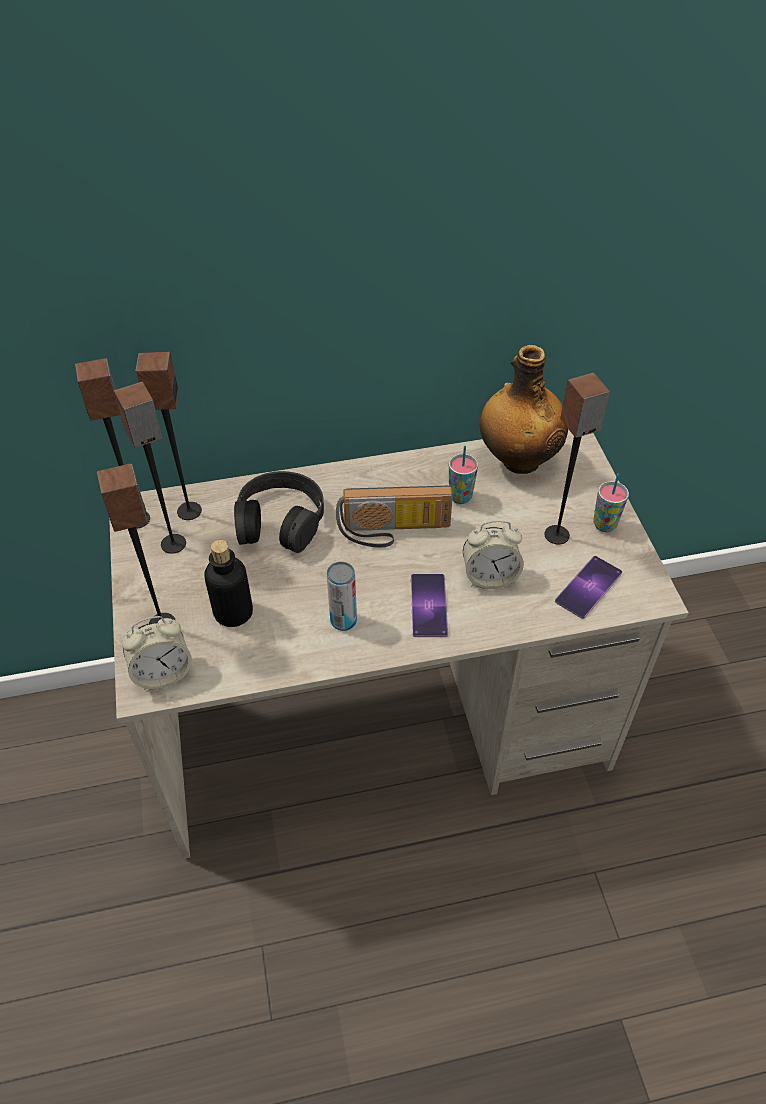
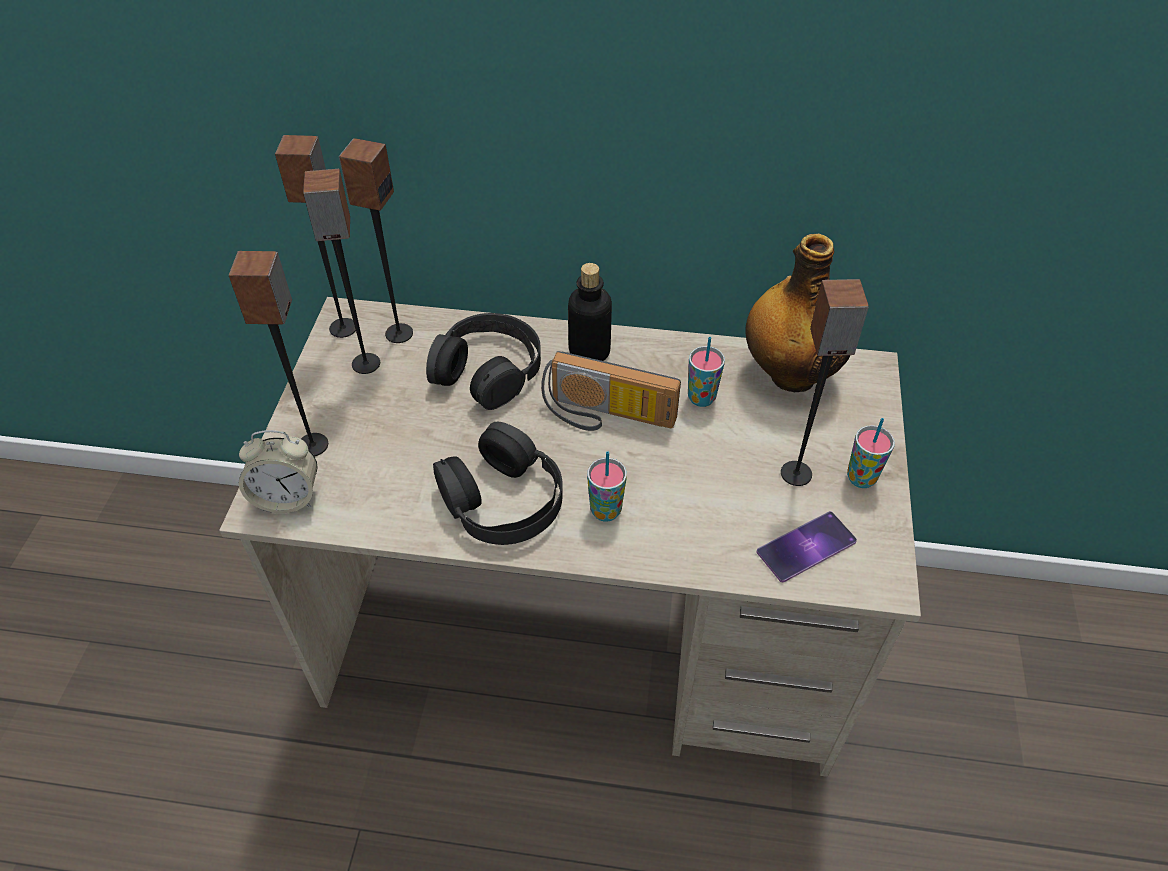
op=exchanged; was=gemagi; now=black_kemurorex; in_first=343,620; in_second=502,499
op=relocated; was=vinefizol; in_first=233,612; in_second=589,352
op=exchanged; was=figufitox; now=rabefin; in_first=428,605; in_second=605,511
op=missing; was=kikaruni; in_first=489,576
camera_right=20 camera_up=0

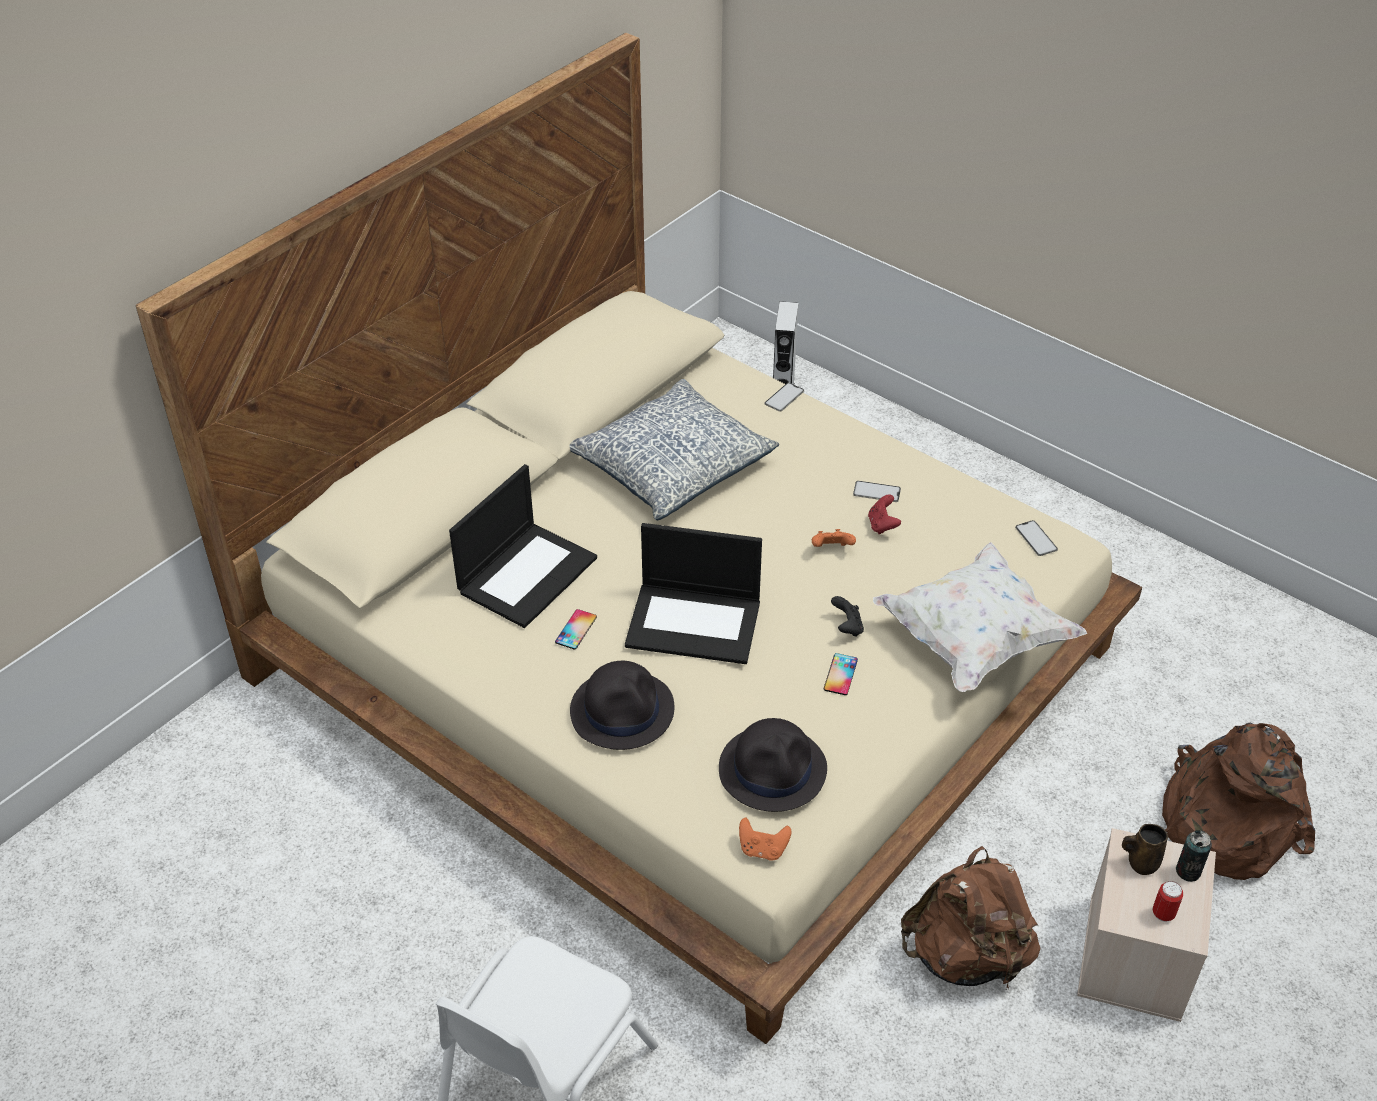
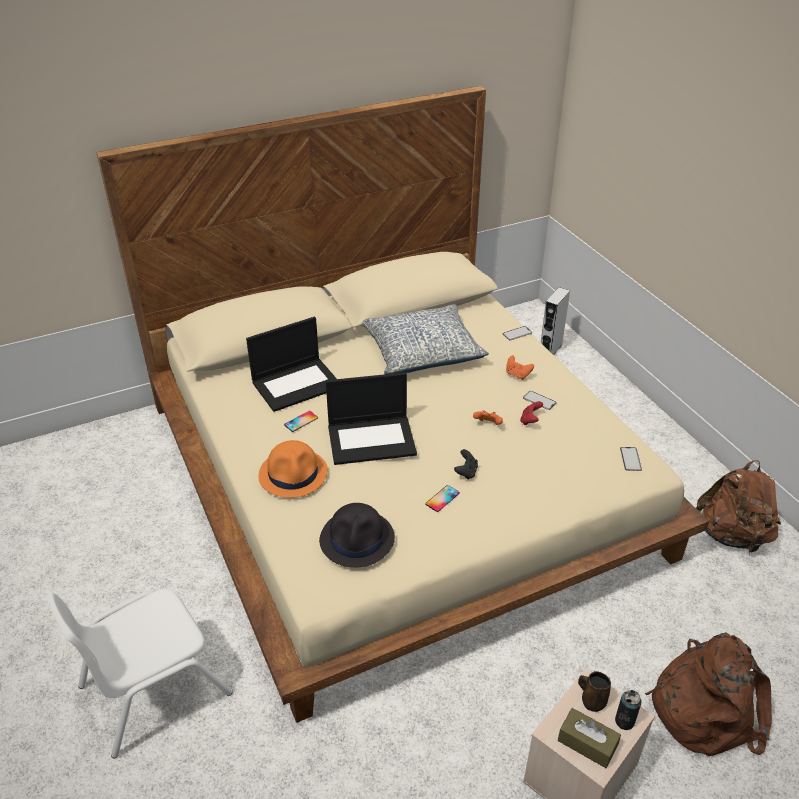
op=colour; was=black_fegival; now=orange_fegival; in_first=623,710; in_second=294,474
op=spun; was=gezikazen; in_first=695,622; in_second=372,439; clockwise=-45
op=relocated; was=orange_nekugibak; in_first=762,849; in_second=517,375
op=exchanged; was=gemagi; now=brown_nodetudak; in_first=1163,914; in_second=587,743
op=relocated; was=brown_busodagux; in_first=966,956; in_second=731,535
op=missing; was=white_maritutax; in_first=973,640
camera_right=25 camera_up=-5

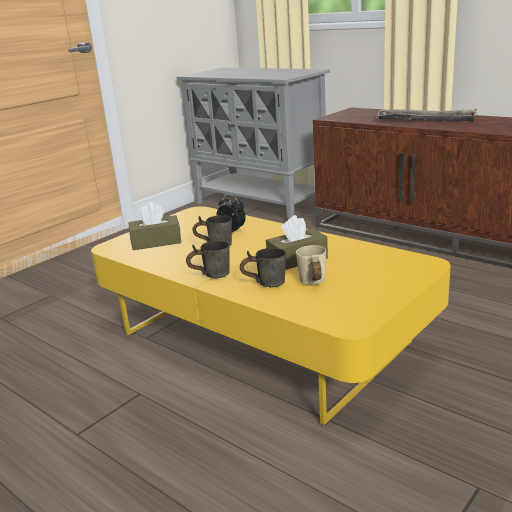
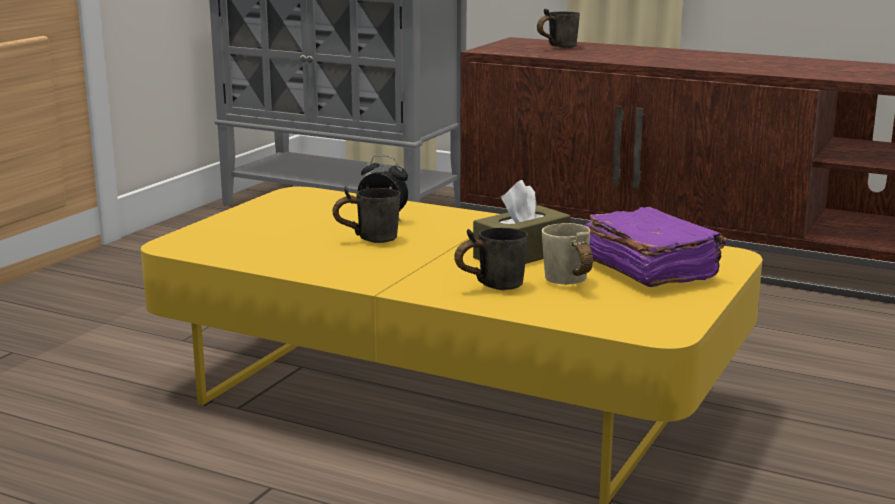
op=relocated; was=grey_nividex; in_first=210,275; in_second=555,47
op=appeared; now=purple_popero; in_second=648,270
op=missing; was=brown_nodetudak; in_first=156,242
op=missing; was=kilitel; in_first=426,120
camera_right=-15 camera_up=-5

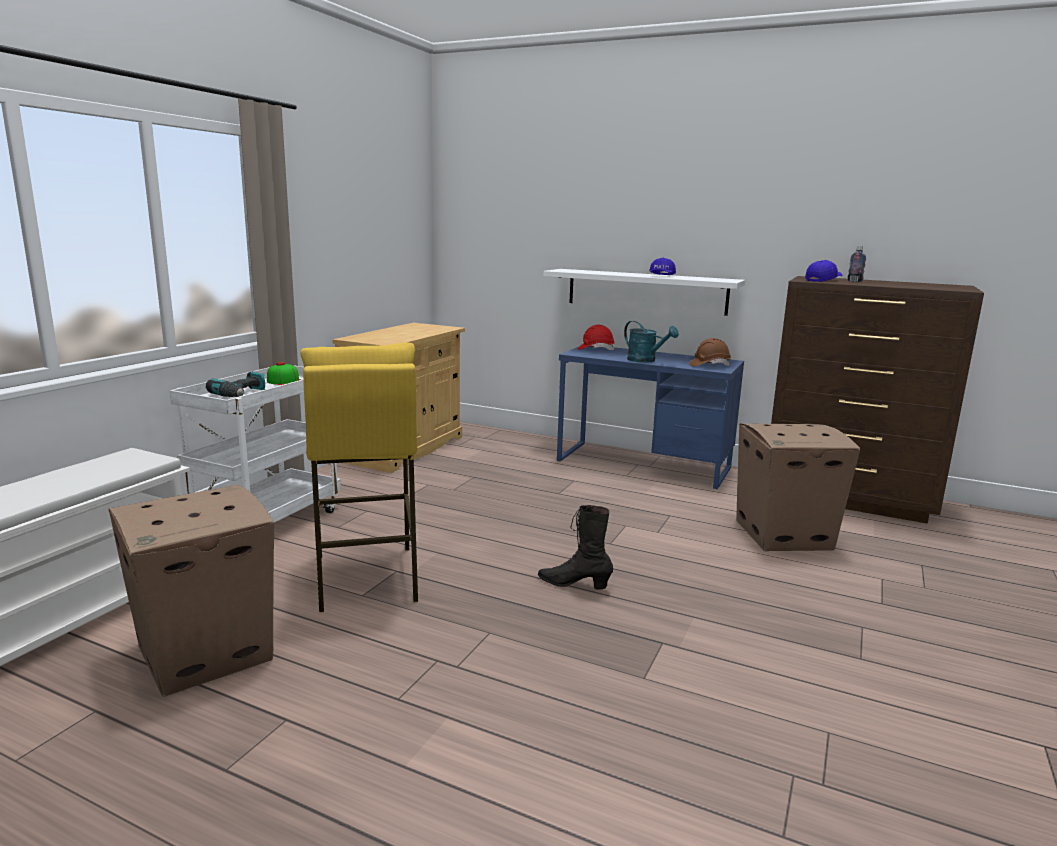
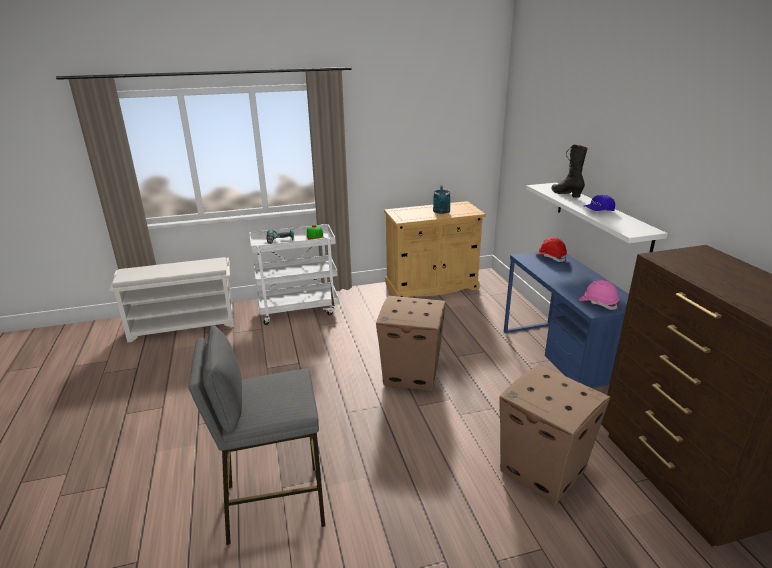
op=appeared; now=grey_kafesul; in_second=274,503
op=relocated; was=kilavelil; in_first=207,652; in_second=412,373
op=relocated; was=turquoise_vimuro; in_first=646,360; in_second=441,212
op=relocated; was=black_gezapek; in_first=574,584; in_second=566,194
op=colour; was=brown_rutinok; now=pink_rutinok; in_first=709,365; in_second=598,303
op=missing; was=yellow_kafesul; in_first=365,578
op=missing; was=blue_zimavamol; in_first=823,281
op=missing; was=vinefizol; in_first=854,281
camera_right=50 camera_up=10

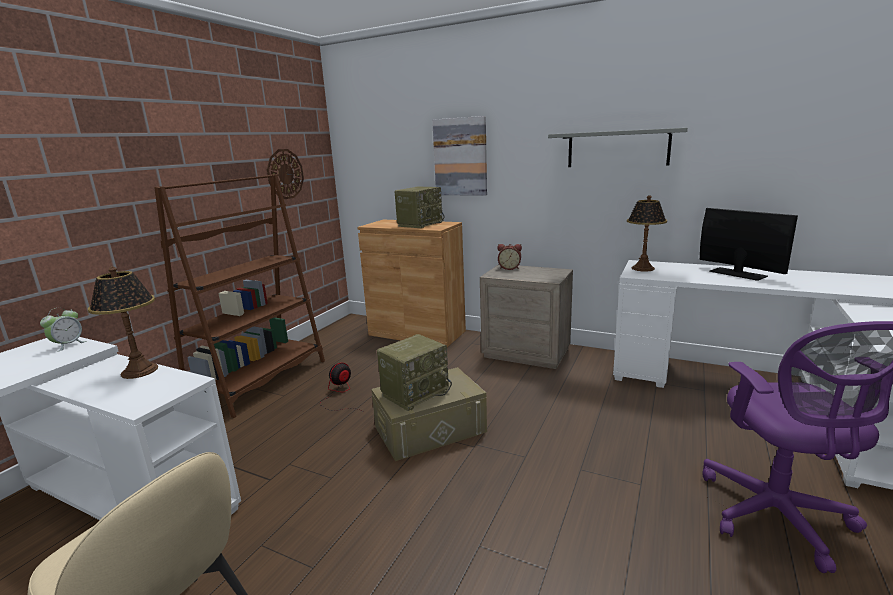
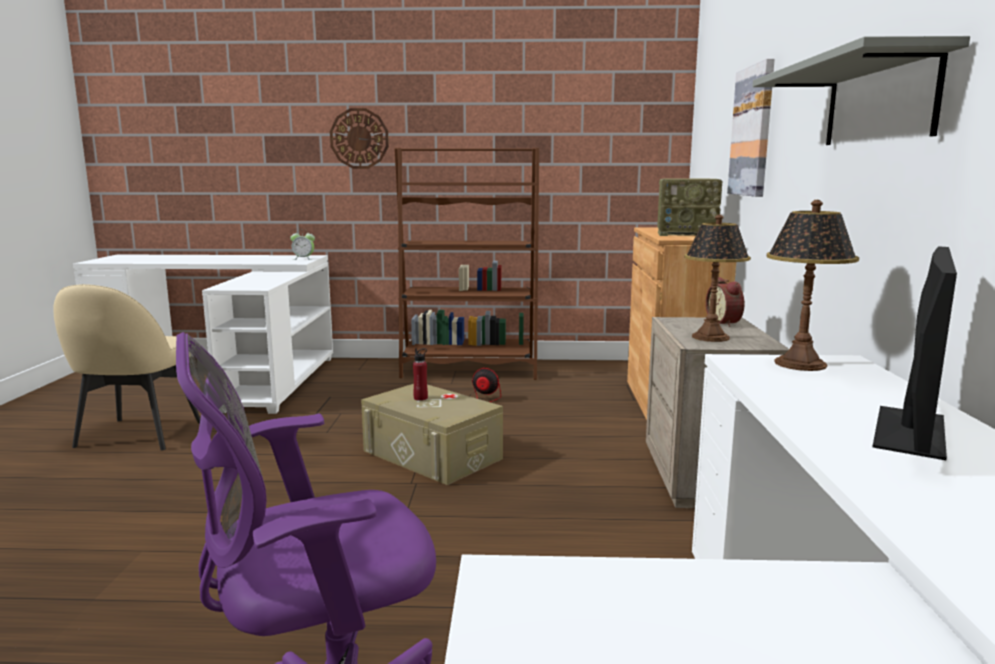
op=relocated; was=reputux; in_first=285,174; in_second=359,138
op=exchanged; was=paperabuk; now=red_vinefizol; in_first=415,392; in_second=420,398
op=relocated; was=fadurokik; in_first=140,371; in_second=711,337
camera_right=65 camera_up=-5

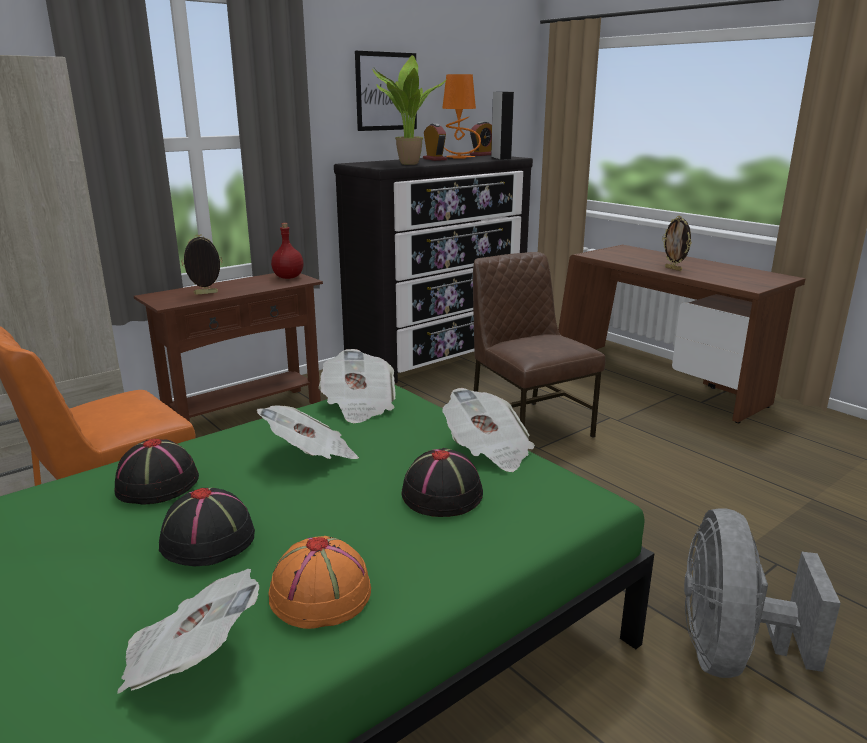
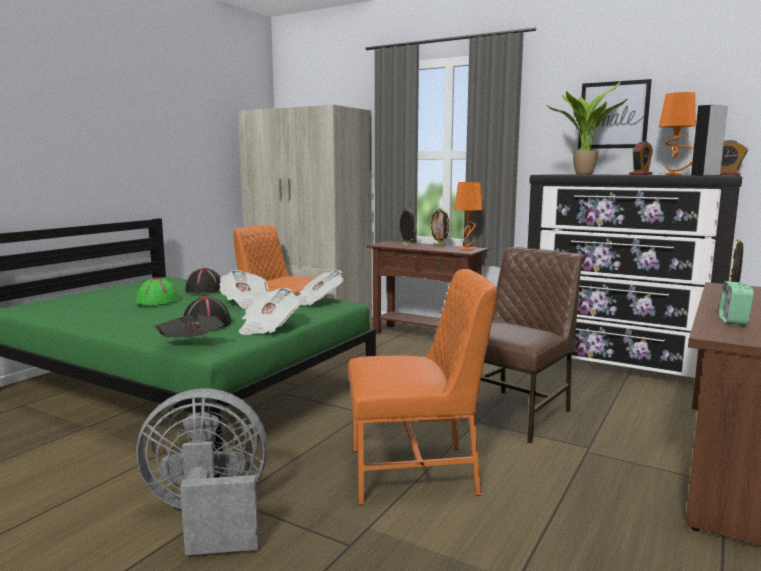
op=colour; was=black_fegival; now=green_fegival; in_first=209,540; in_second=157,301
op=relocated; was=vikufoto; in_first=190,659; in_second=191,345
op=appeared; now=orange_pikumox; in_second=415,472
op=appeared; now=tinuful; in_second=439,246
op=exchanged; was=red_vinefizol; now=orange_fadurokik; in_first=289,277; in_second=467,249
op=appeared; now=kikaruni; in_second=733,321
op=missing; was=orange_fegival; in_first=321,595
camera_right=70 camera_up=-10

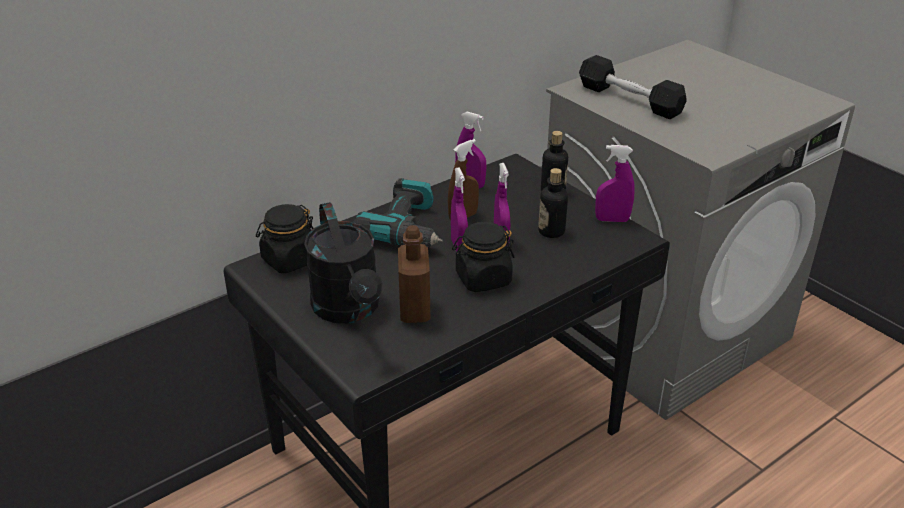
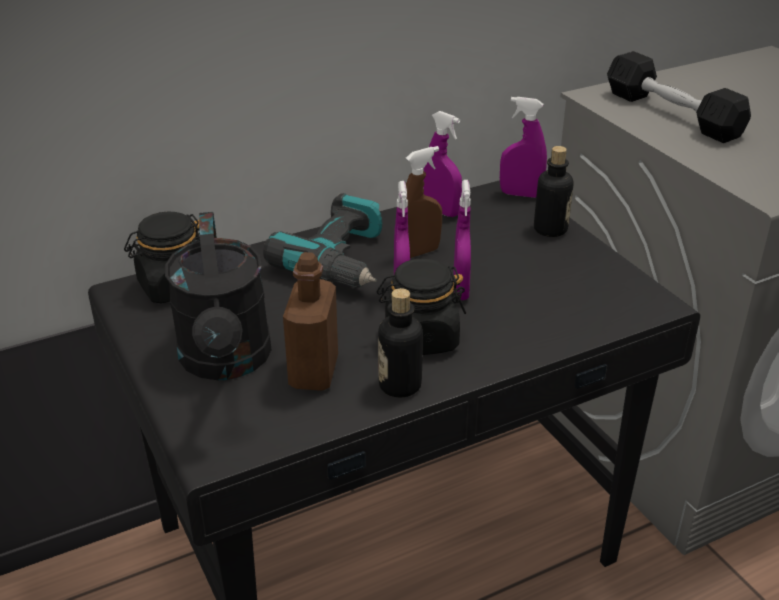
op=relocated; was=vinefizol; in_first=551,231; in_second=400,385
op=relocated; was=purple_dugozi; in_first=612,220; in_second=520,194
camera_right=10 camera_up=0

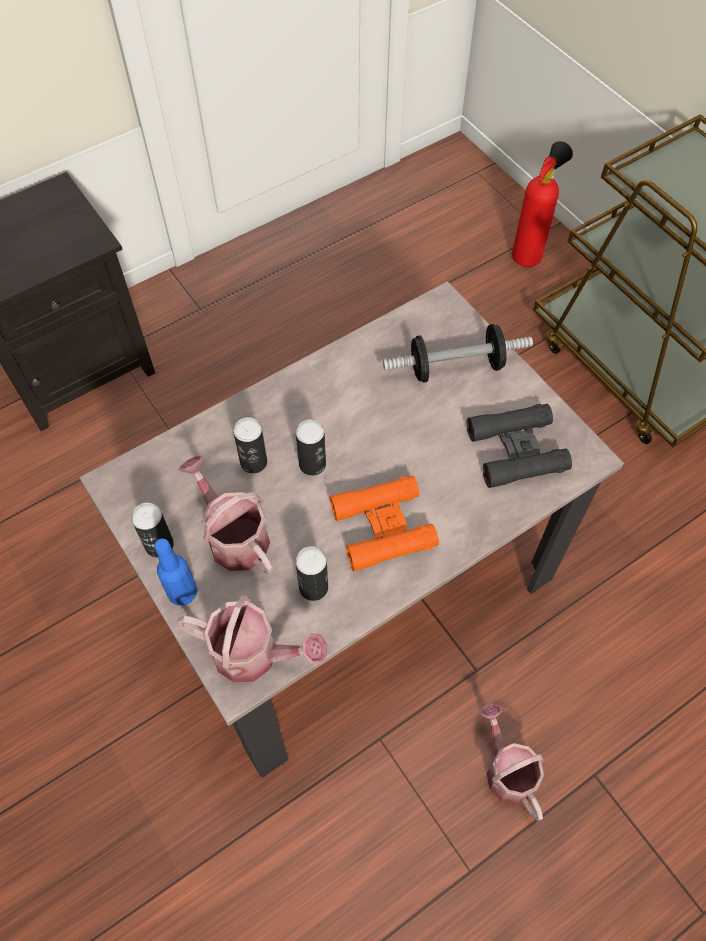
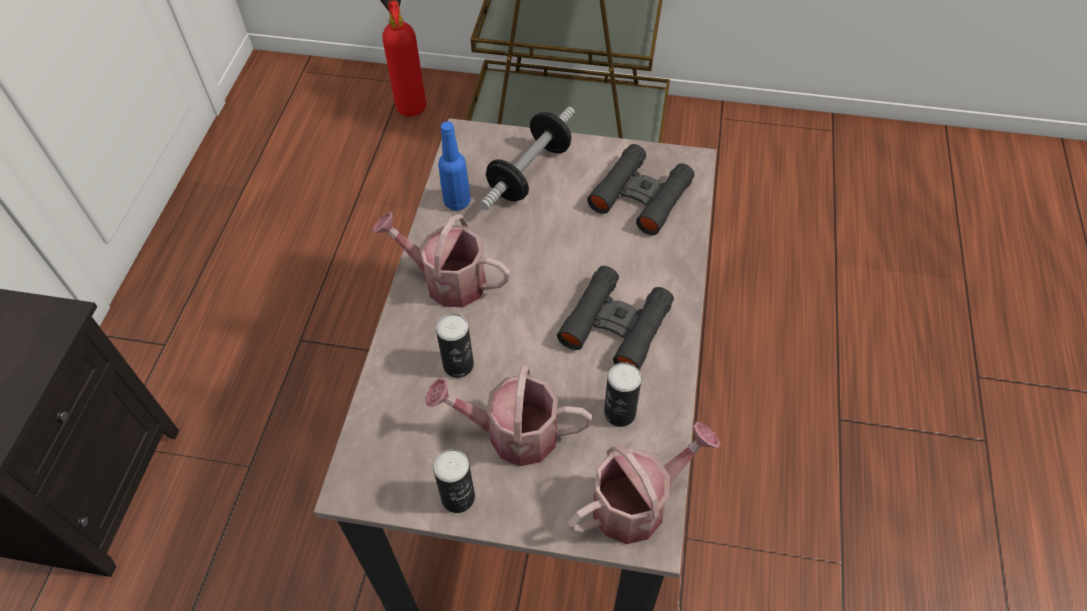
op=relocated; was=vimuro; in_first=507,770; in_second=447,280
op=relocated; was=blue_vinefizol; in_first=182,593; in_second=457,202
op=colour; was=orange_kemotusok; now=black_kemotusok; in_first=383,527; in_second=616,325
op=missing; was=gemagi; in_first=312,464
camera_right=-45 camera_up=-5

